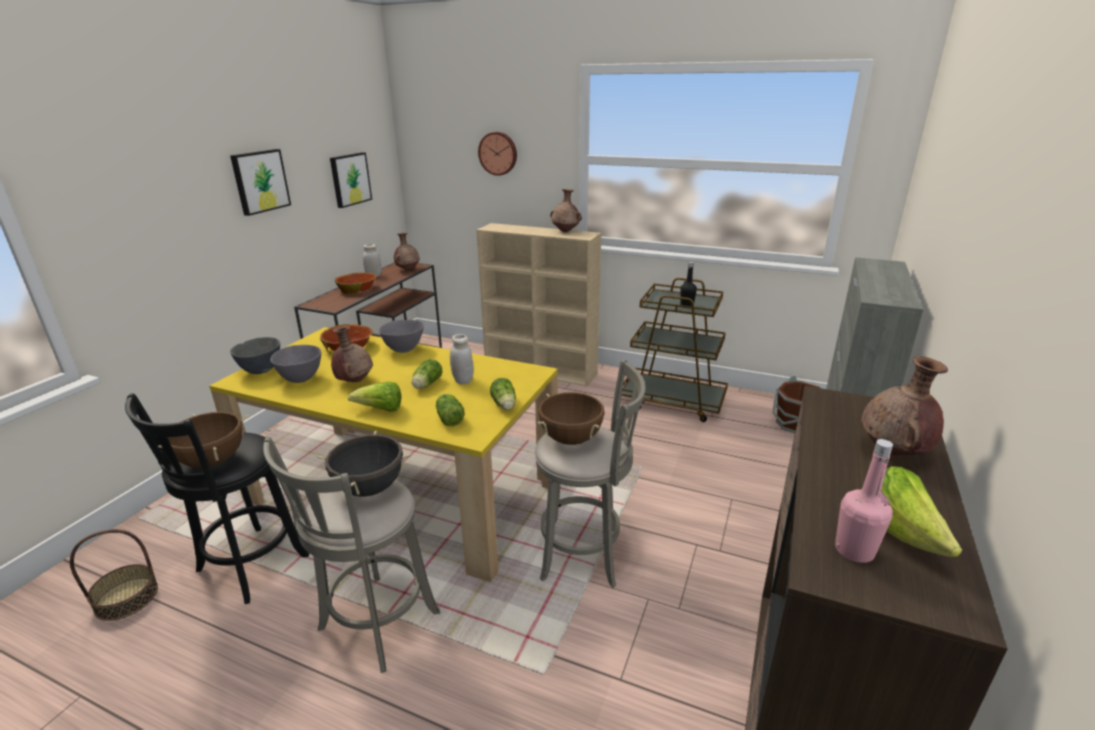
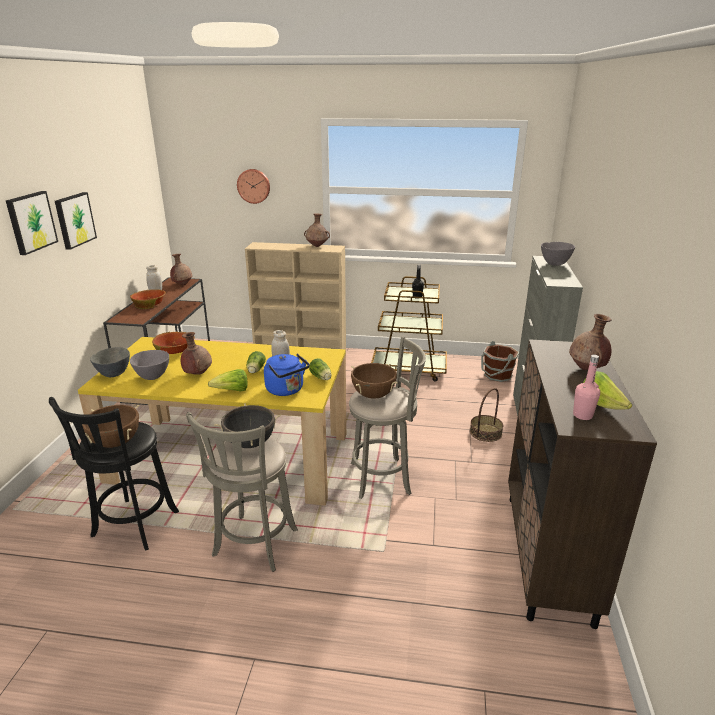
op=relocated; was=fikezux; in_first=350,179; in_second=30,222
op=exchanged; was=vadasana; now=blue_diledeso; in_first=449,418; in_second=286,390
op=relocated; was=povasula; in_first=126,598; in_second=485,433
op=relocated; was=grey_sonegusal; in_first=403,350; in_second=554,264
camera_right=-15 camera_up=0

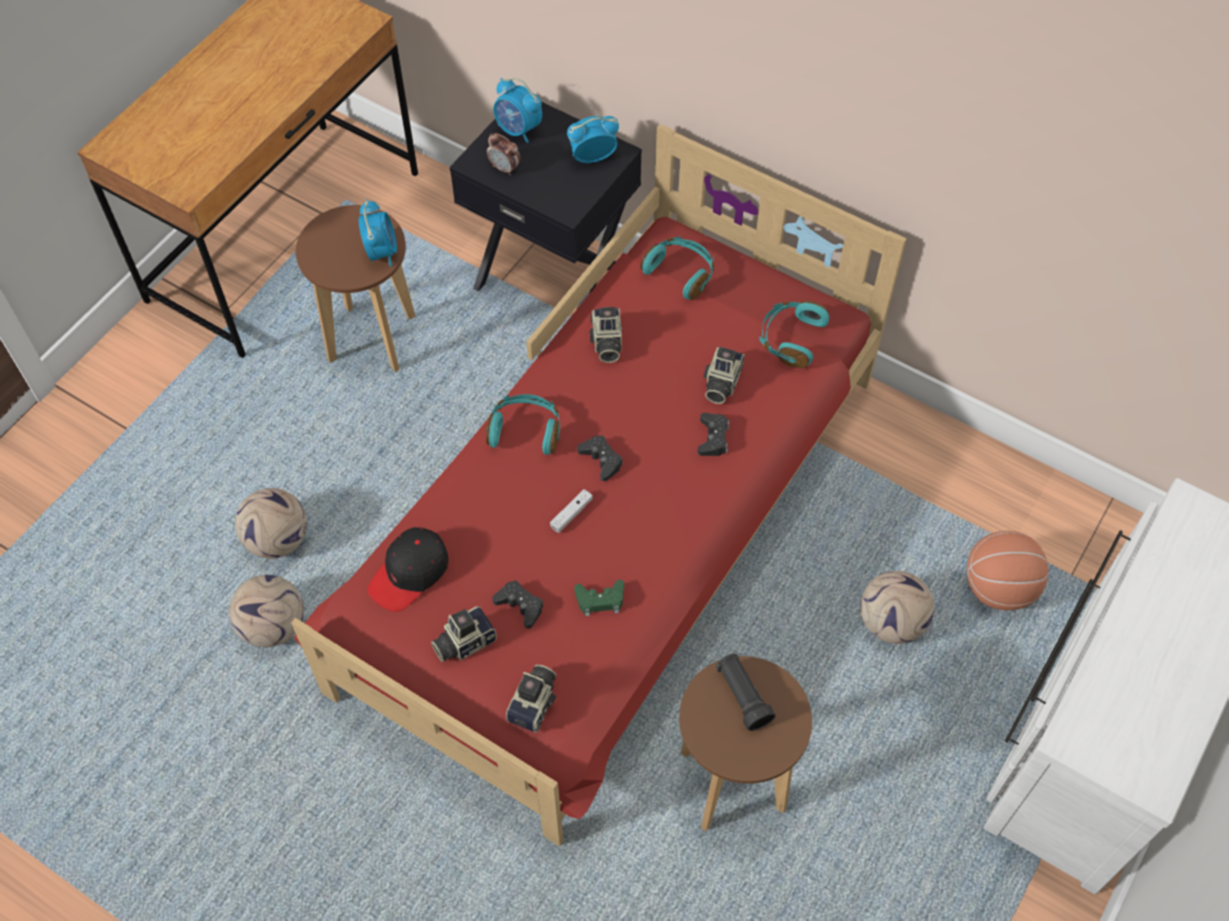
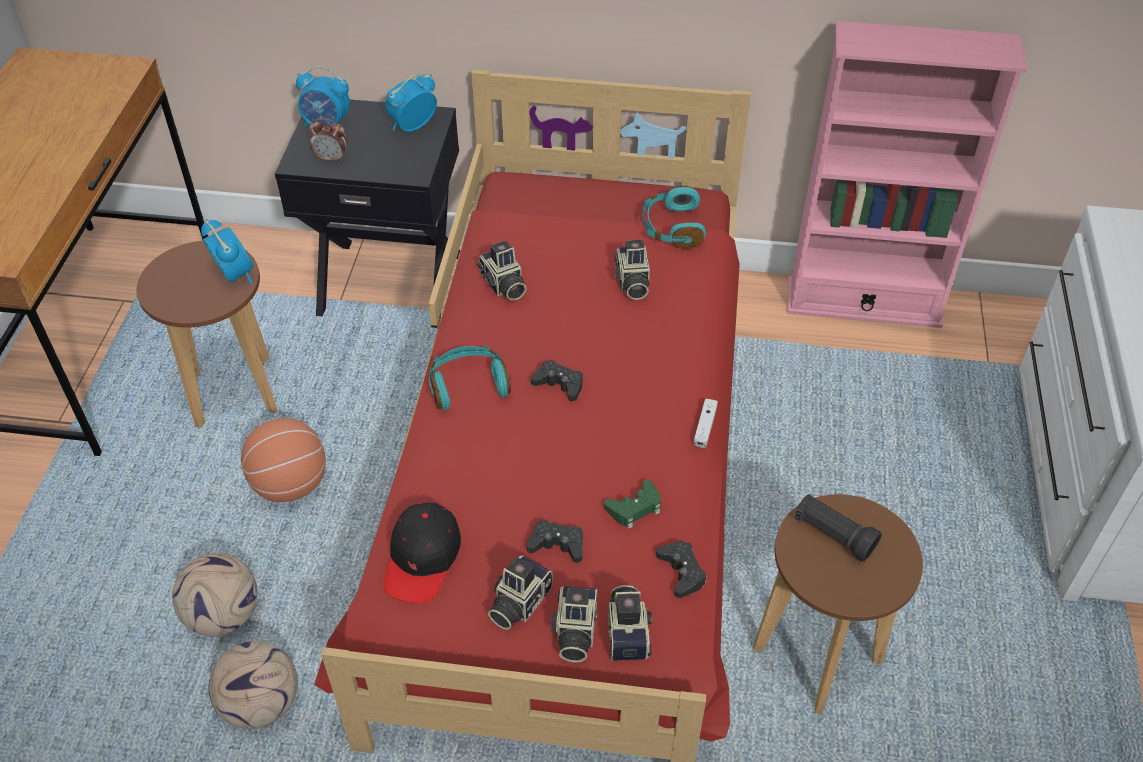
op=relocated; was=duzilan; in_first=999,588; in_second=291,484
op=appeared; now=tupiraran; in_second=574,632
op=relocated; was=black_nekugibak; in_first=713,438; in_second=682,572
op=relocated; was=white_nekugibak; in_first=571,514; in_second=705,427
op=appeared; now=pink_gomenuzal; in_second=863,302
op=missing; was=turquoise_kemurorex; in_first=681,273
op=missing; was=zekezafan; in_first=892,623
camera_right=-25 camera_up=-10

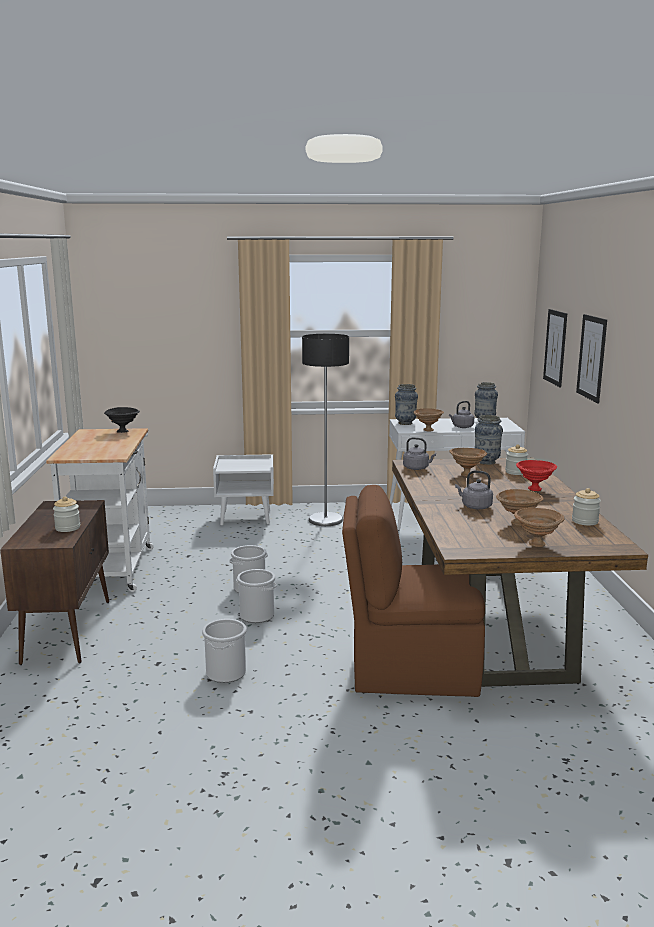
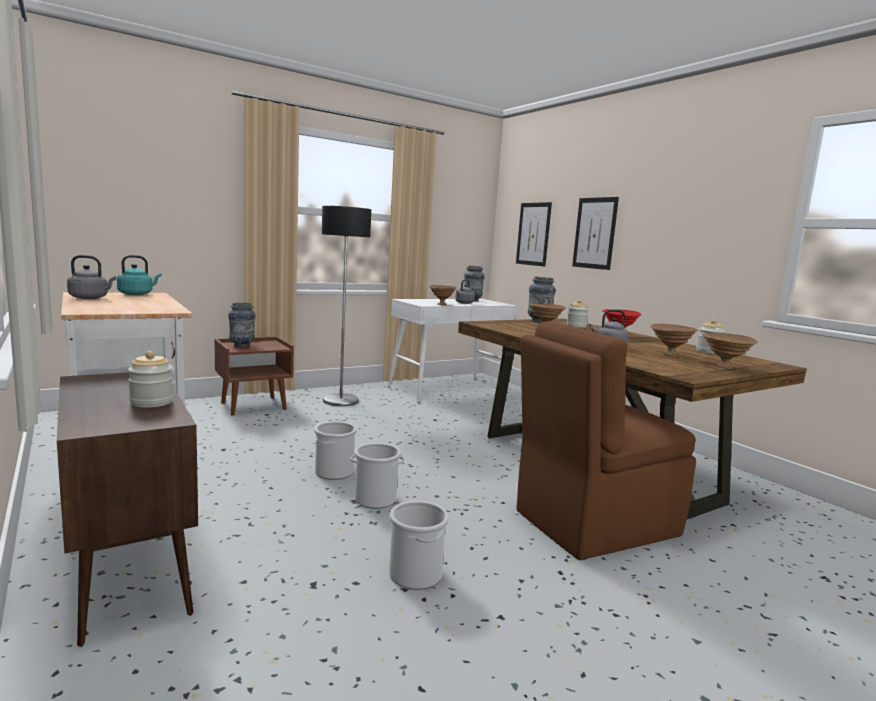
op=relocated; was=grey_diledeso; in_first=417,468; in_second=90,298
op=exchanged; was=black_sonegusal; now=turquoise_diledeso; in_first=123,431; in_second=137,294
op=colour; was=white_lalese; now=brown_lalese; in_first=246,517; in_second=254,406
op=relocated; was=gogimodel; in_first=405,423; in_second=242,345
camera_right=-30 camera_up=-5

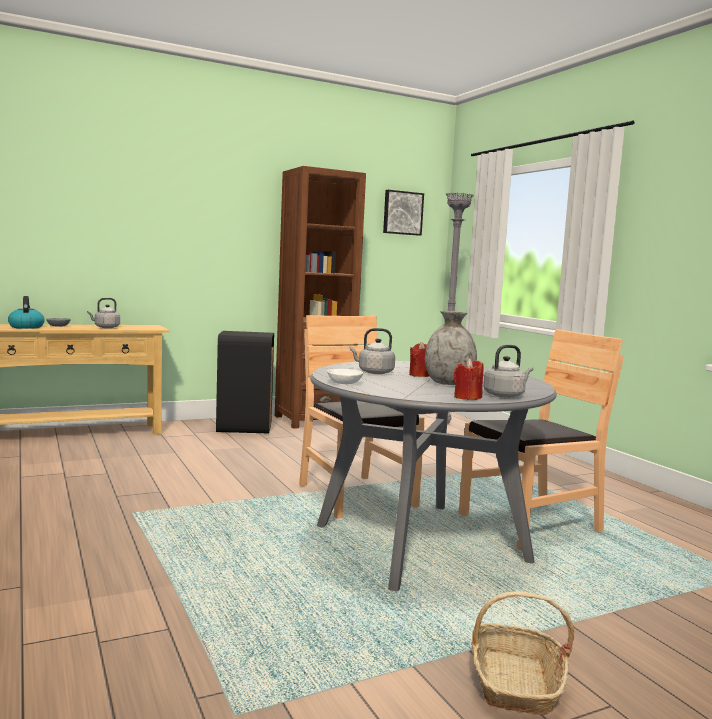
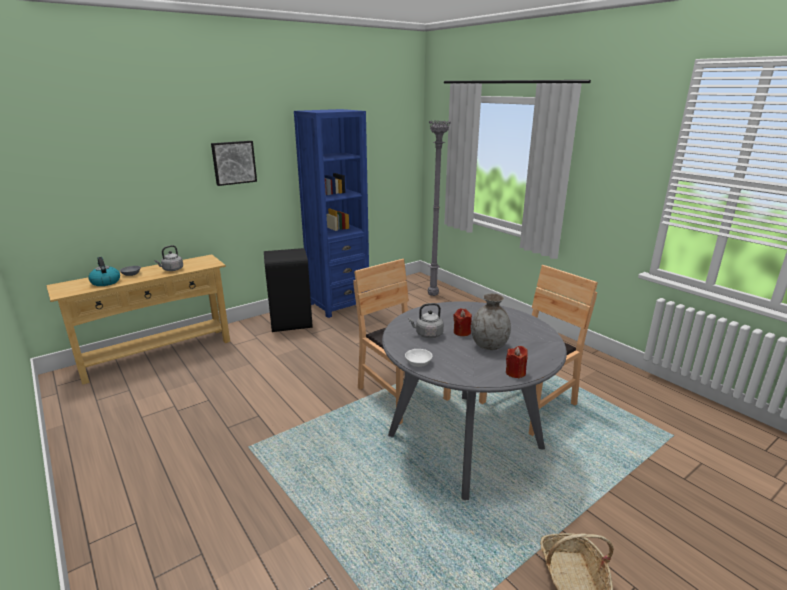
op=relocated; was=fikezux; in_first=402,213; in_second=233,162
op=colour; was=brown_gomenuzal; now=blue_gomenuzal; in_first=313,420; in_second=338,304
op=missing; was=grey_diledeso; in_first=505,395
camera_right=-10 camera_up=15

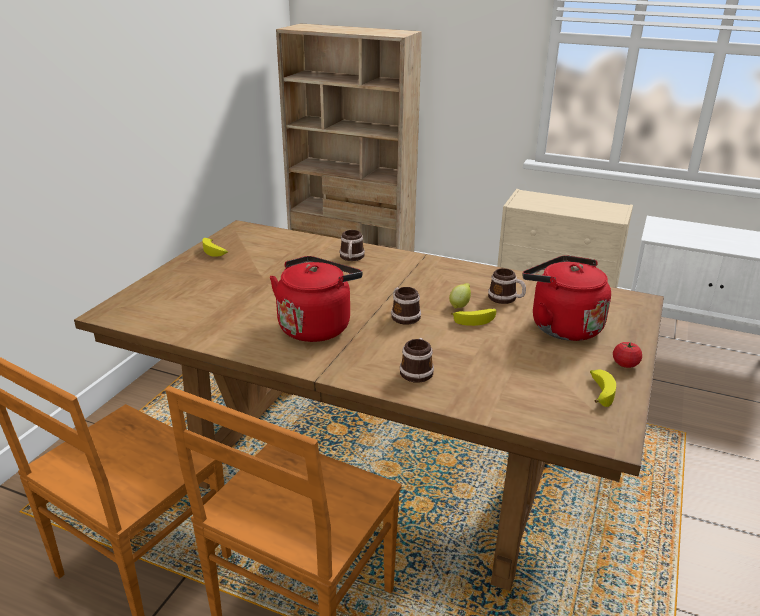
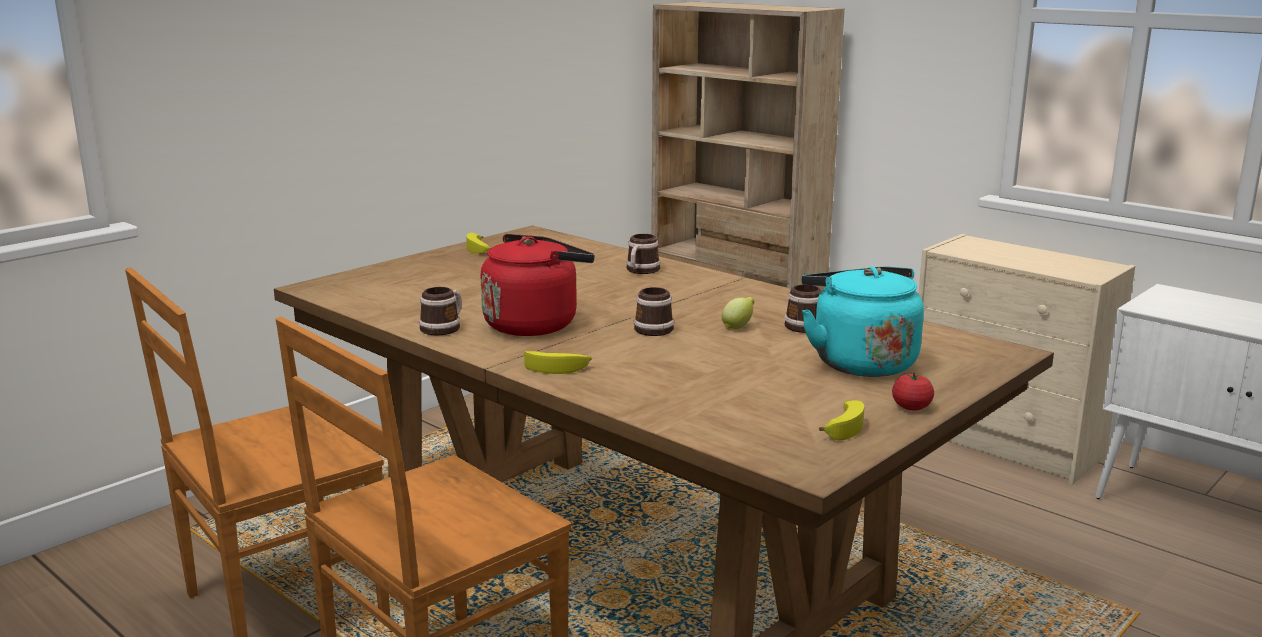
op=relocated; was=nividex; in_first=417,370; in_second=444,327
op=relocated; was=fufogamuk; in_first=475,319; in_second=557,367
op=colour; was=red_diledeso; now=turquoise_diledeso; in_first=561,326; in_second=859,362
camera_right=20 camera_up=-10

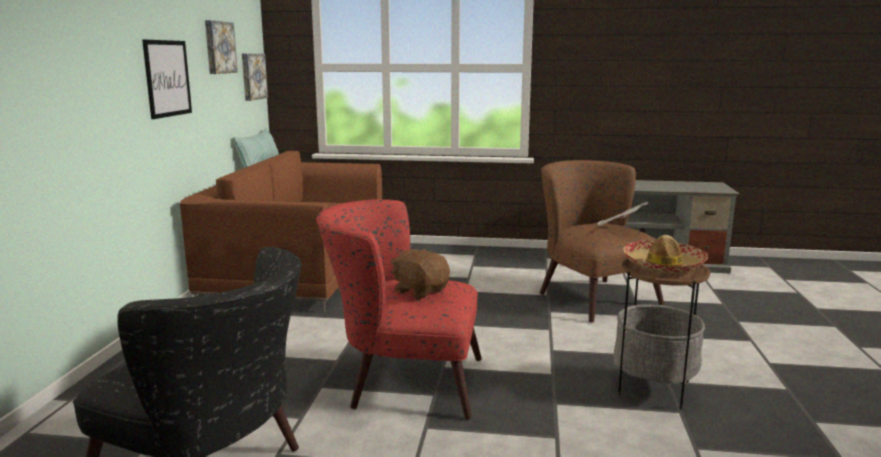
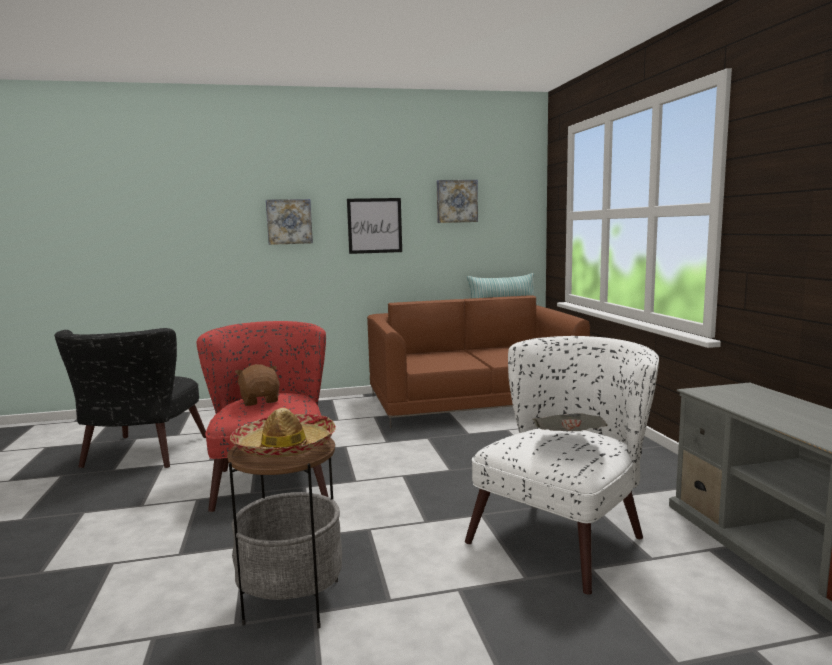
op=spun; was=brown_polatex; in_first=420,291; in_second=260,400; clockwise=-45
op=relocated; was=fikezux; in_first=252,76; in_second=289,221
op=colour; was=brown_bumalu; now=white_bumalu; in_first=591,296; in_second=566,534
camera_right=70 camera_up=-5

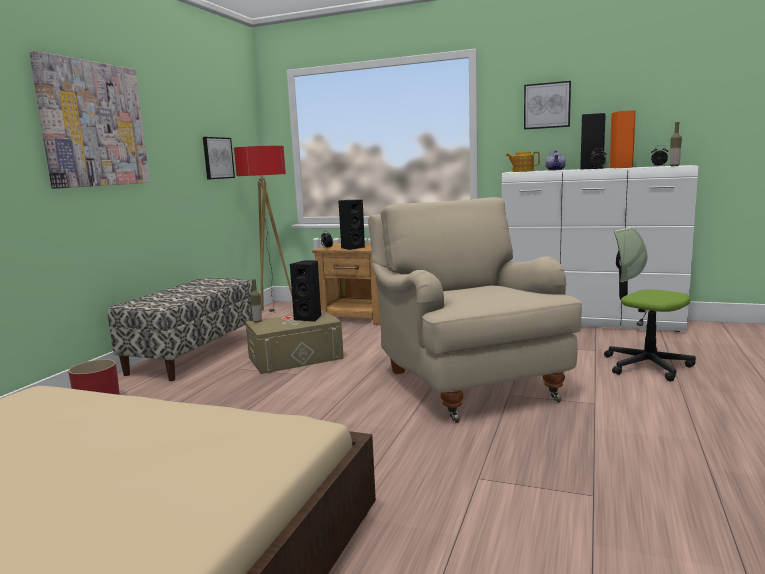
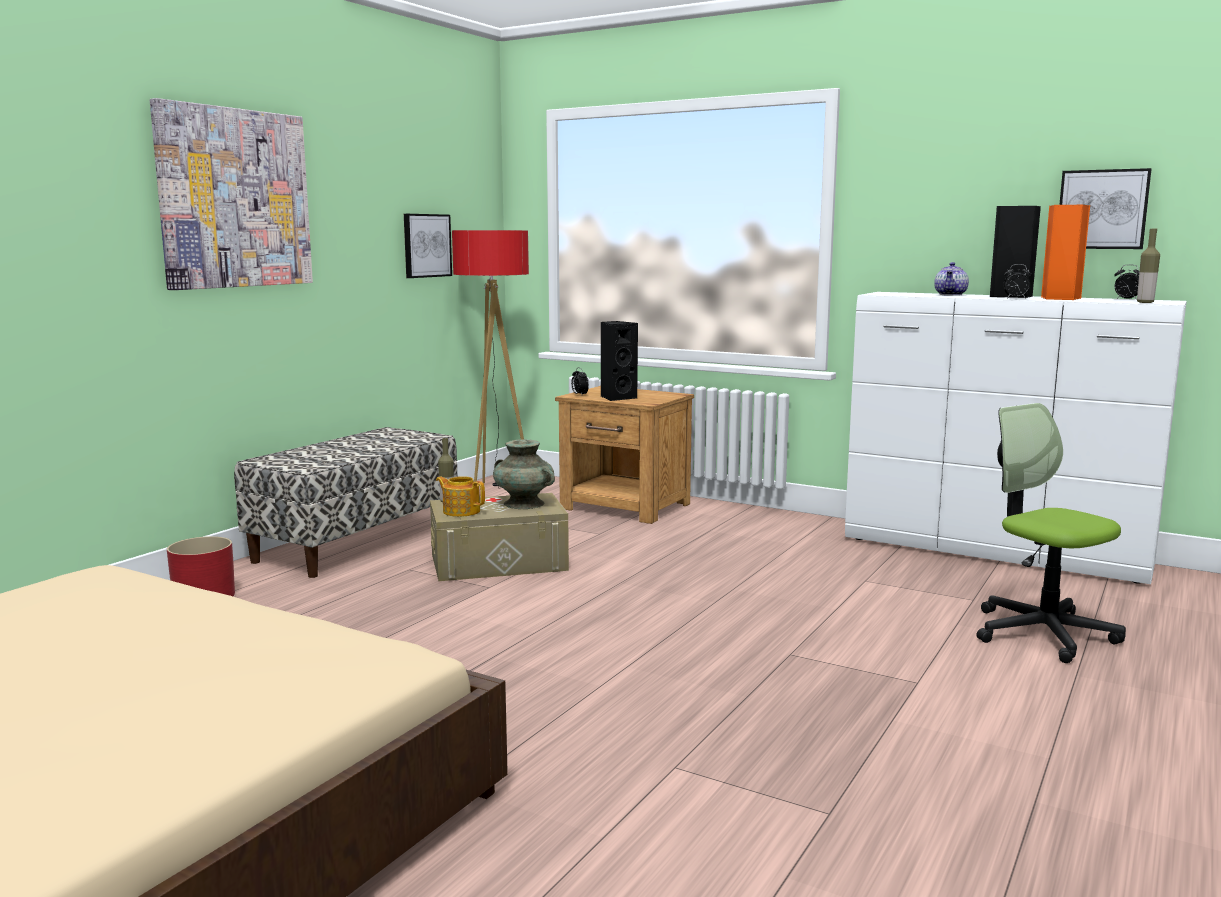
op=relocated; was=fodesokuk; in_first=522,171; in_second=461,511
op=exchanged; was=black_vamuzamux; now=turquoise_gogimodel; in_first=309,318; in_second=524,504
op=relocated; was=fikezux; in_first=547,105; in_second=1102,209
op=missing; was=beige_bumalu; in_first=466,381
camera_right=10 camera_up=0

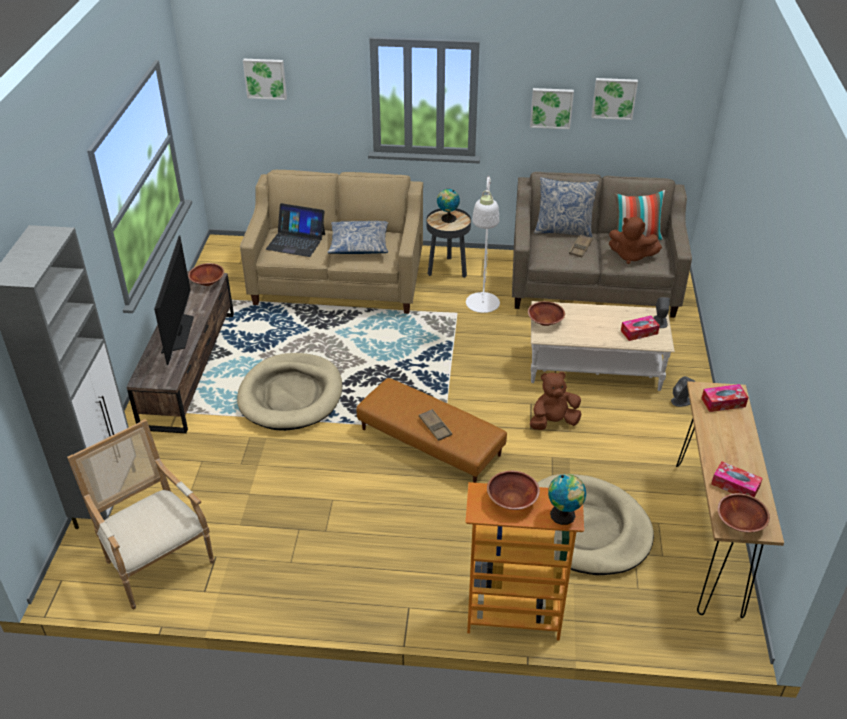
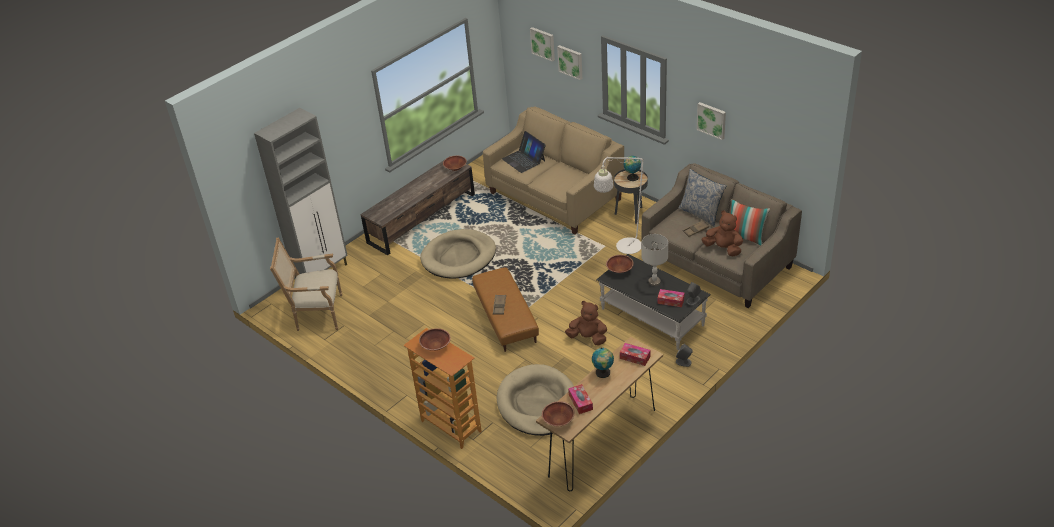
op=spun; was=bumalu; in_first=155,560; in_second=316,314; clockwise=-90
op=relocated; was=fikezux; in_first=614,98; in_second=571,61
op=relocated; was=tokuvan; in_first=564,516; in_second=603,373
op=colour; was=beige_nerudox; now=black_nerudox; in_first=594,367; in_second=652,317
op=appeared; now=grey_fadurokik; in_second=654,282
op=spun; was=brown_polatex; in_first=631,256; in_second=723,249; clockwise=150
op=missing; was=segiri; in_first=178,332
op=missing; was=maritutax; in_first=359,245
camera_right=40 camera_up=0

